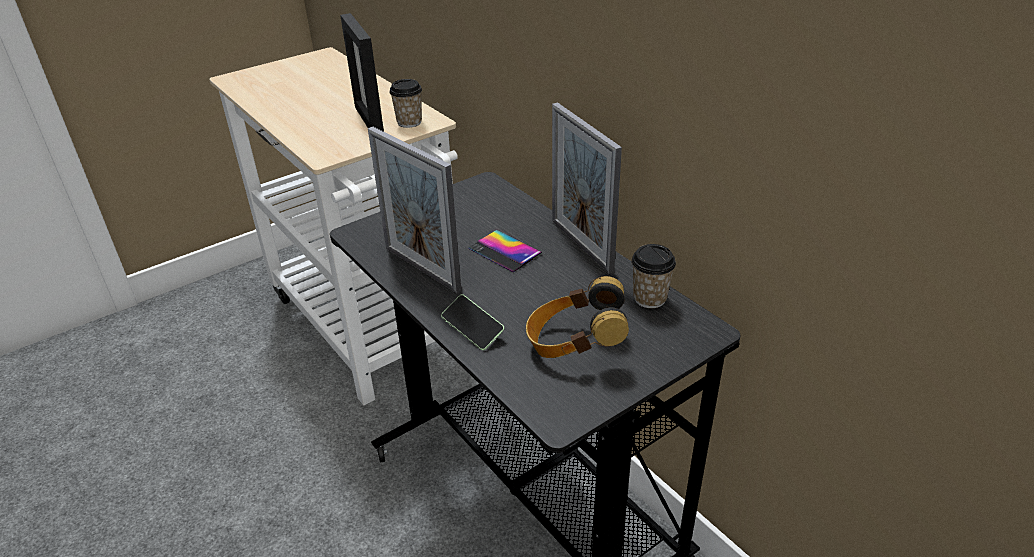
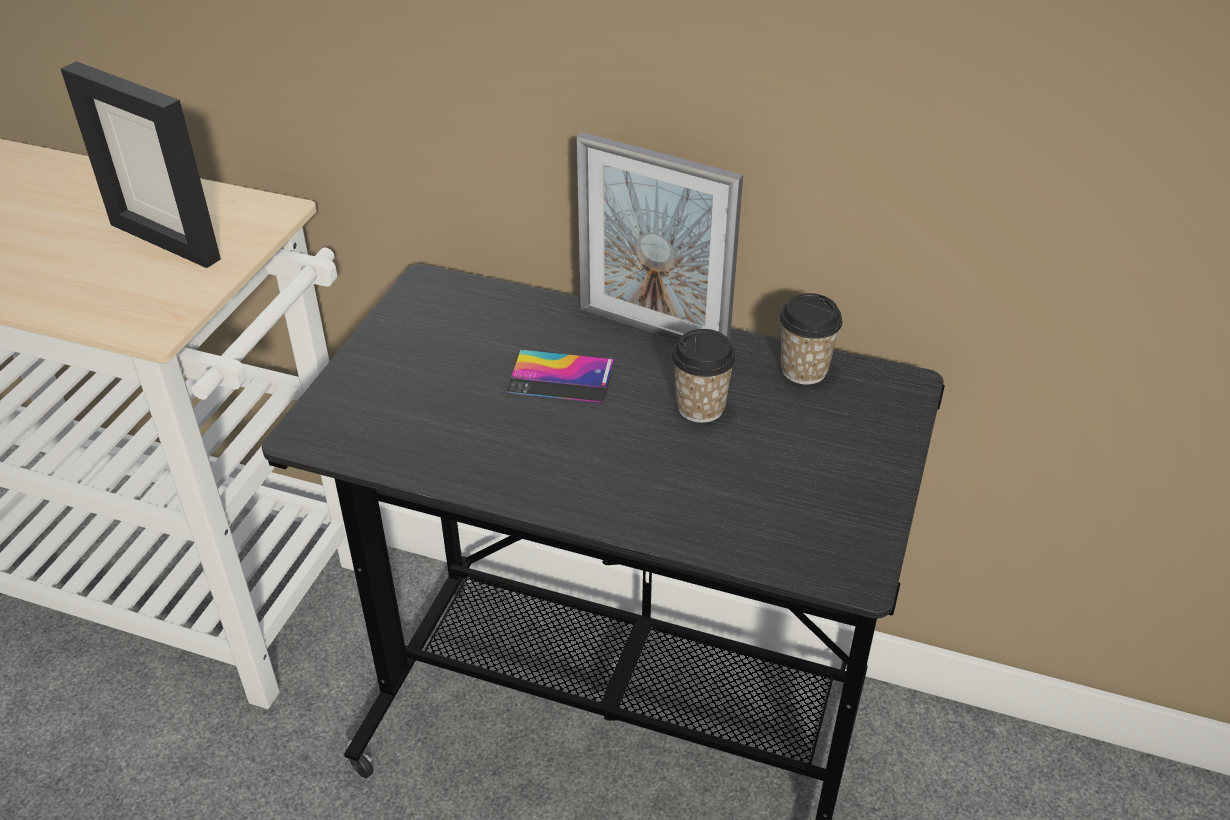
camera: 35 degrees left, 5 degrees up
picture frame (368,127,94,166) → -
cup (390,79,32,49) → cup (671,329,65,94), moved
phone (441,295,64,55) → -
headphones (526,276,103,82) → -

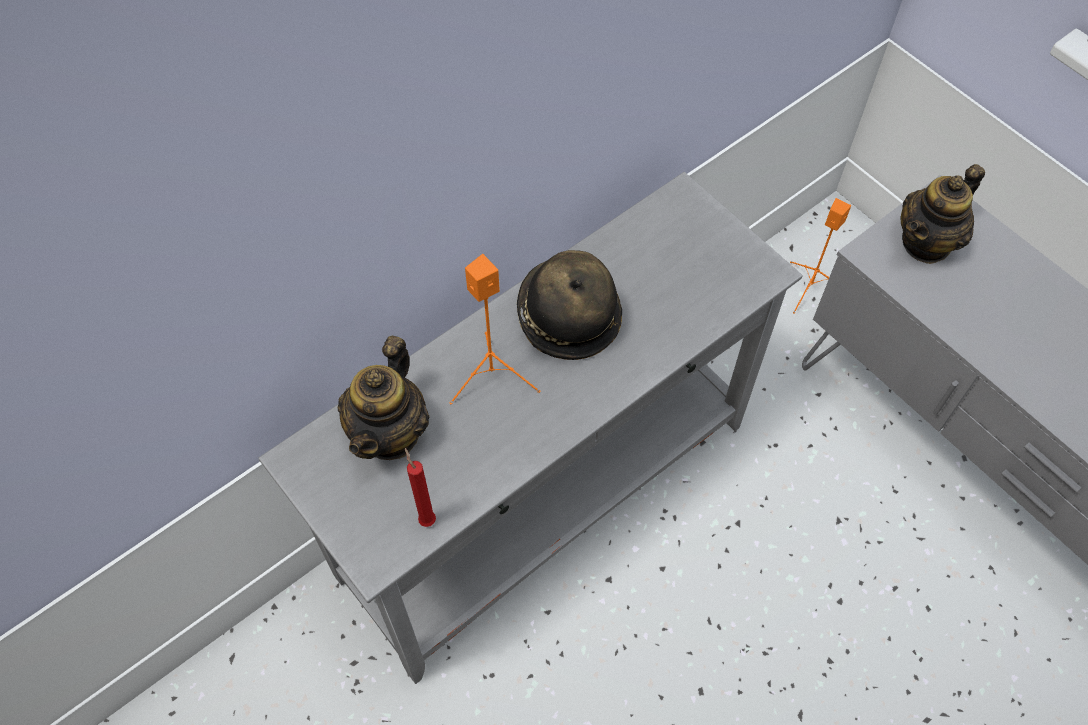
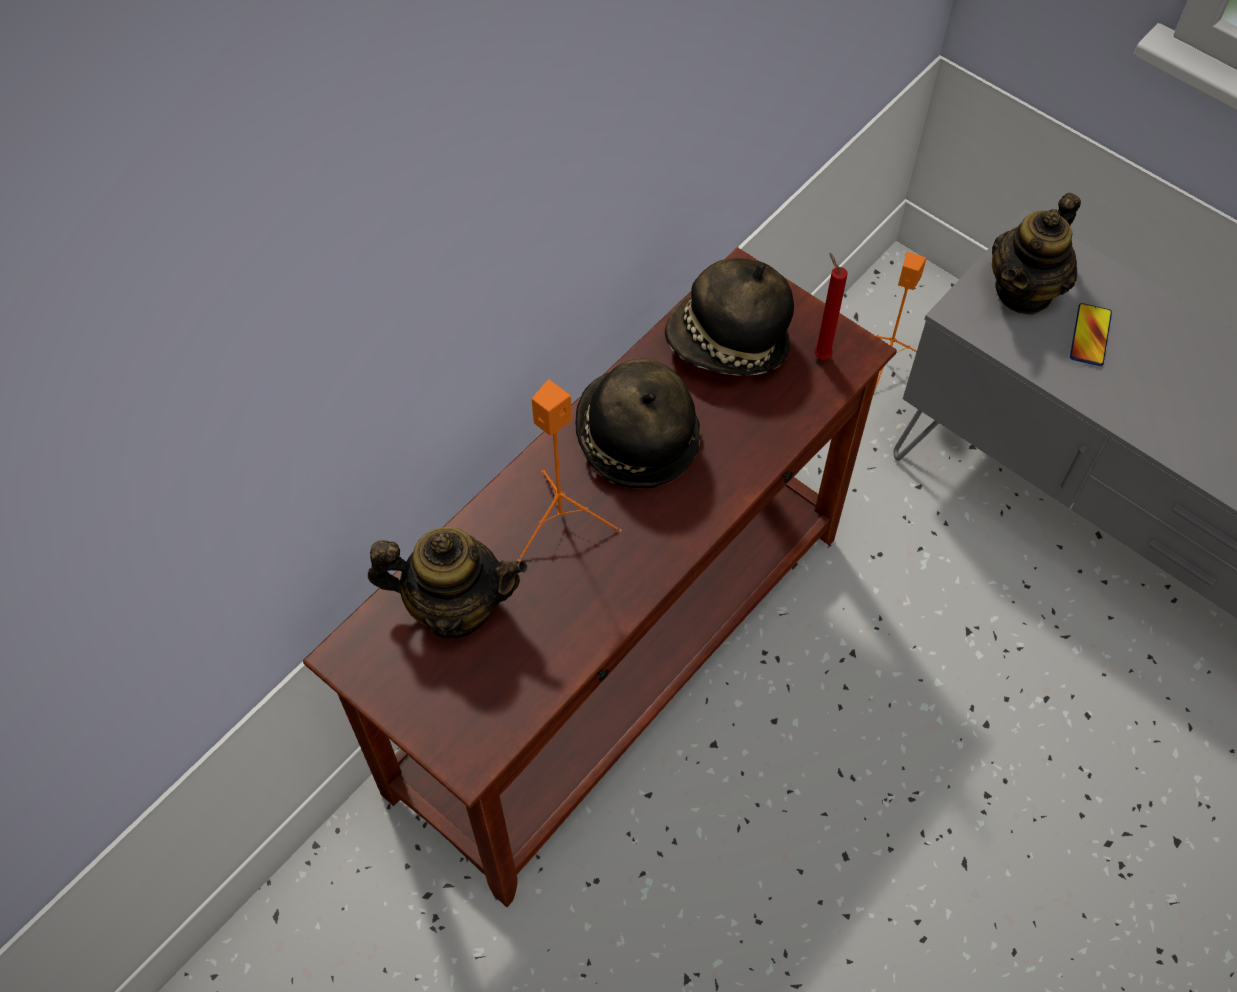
camera: 10 degrees left, 0 degrees up
console table (grey) (259,172,544,512) → console table (brown) (303,247,594,660)
teapot (337,336,92,124) → teapot (368,527,159,111), 90 degrees counterclockwise
candle (red) (405,448,31,79) → candle (red) (814,253,34,107), moved
- → hat (665,258,129,117)
- → phone (1070,303,42,63)

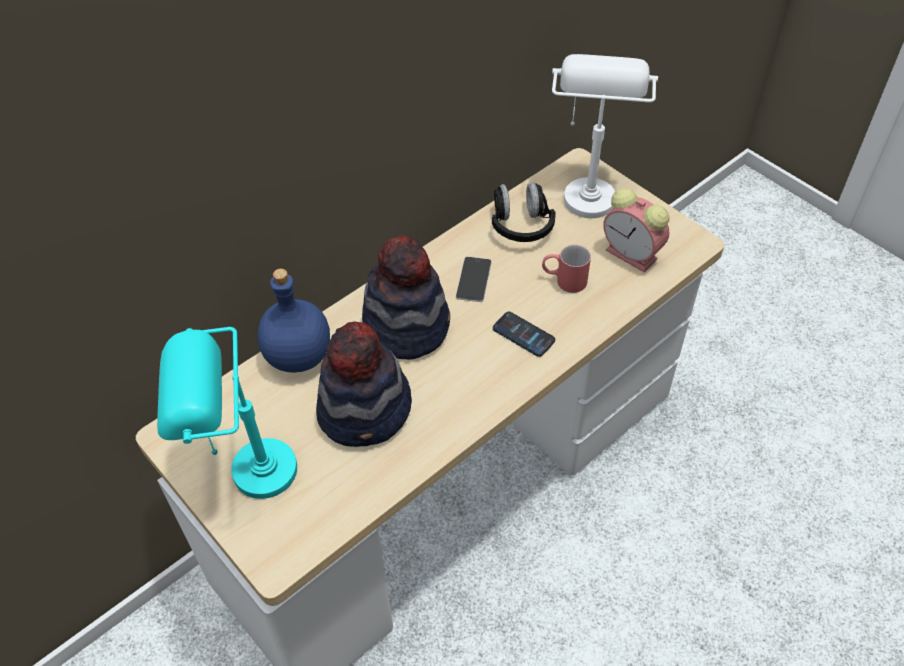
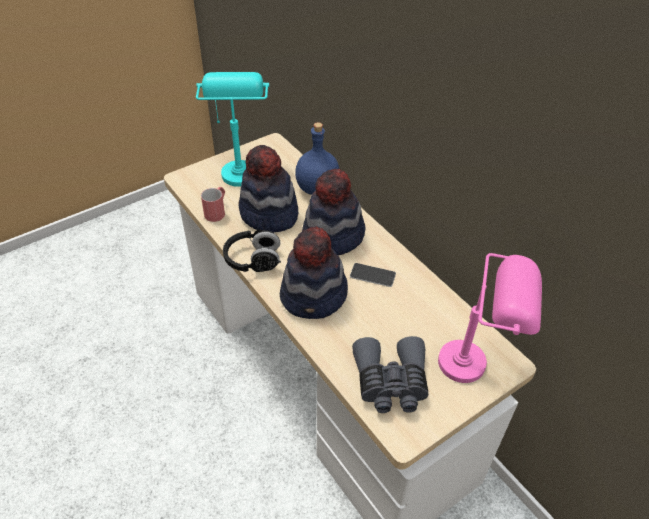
camera: 95 degrees right, 5 degrees down
headphones (black) (492,182,64,60) → headphones (black) (223,230,58,42), moved
phone (493,312,62,45) → hat (280,227,68,92)
mug (red) (542,245,49,48) → mug (red) (201,187,24,35), moved
table lamp (white) (552,54,106,164) → table lamp (pink) (438,253,104,130)
alarm clock (603,188,67,84) → binoculars (grey) (352,336,76,77)

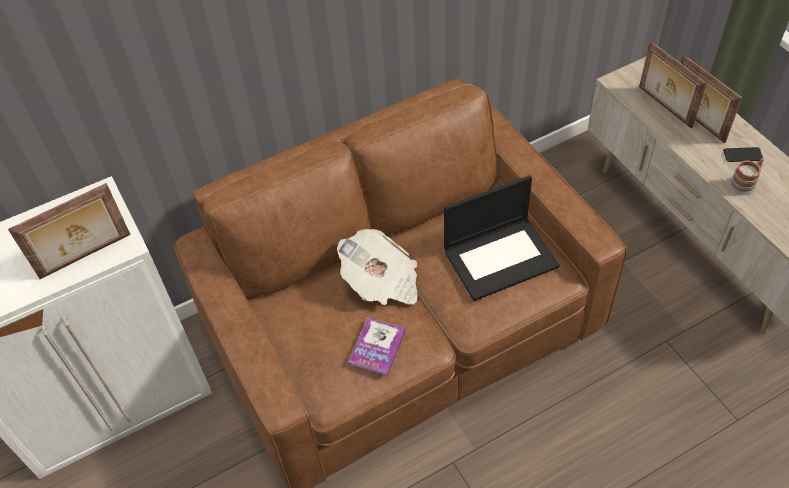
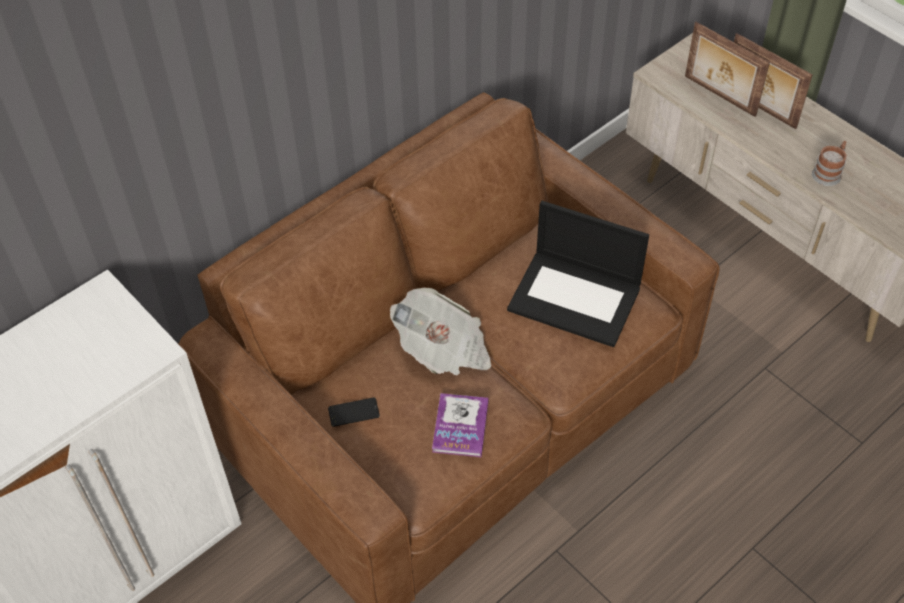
camera: 15 degrees left, 0 degrees up
picture frame (8,183,123,96) → -
laptop (444,175,116,126) → laptop (507,201,142,146), 60 degrees clockwise
phone (723,147,40,15) → phone (328,397,52,30), moved

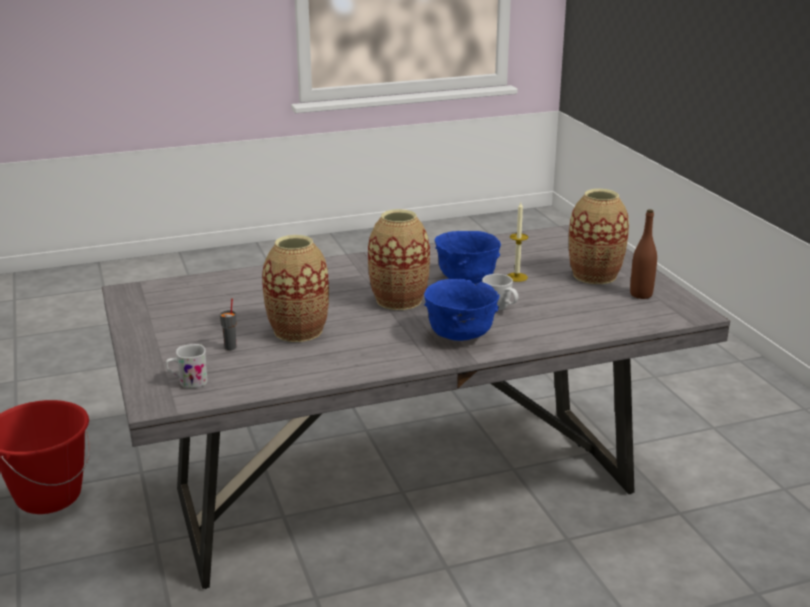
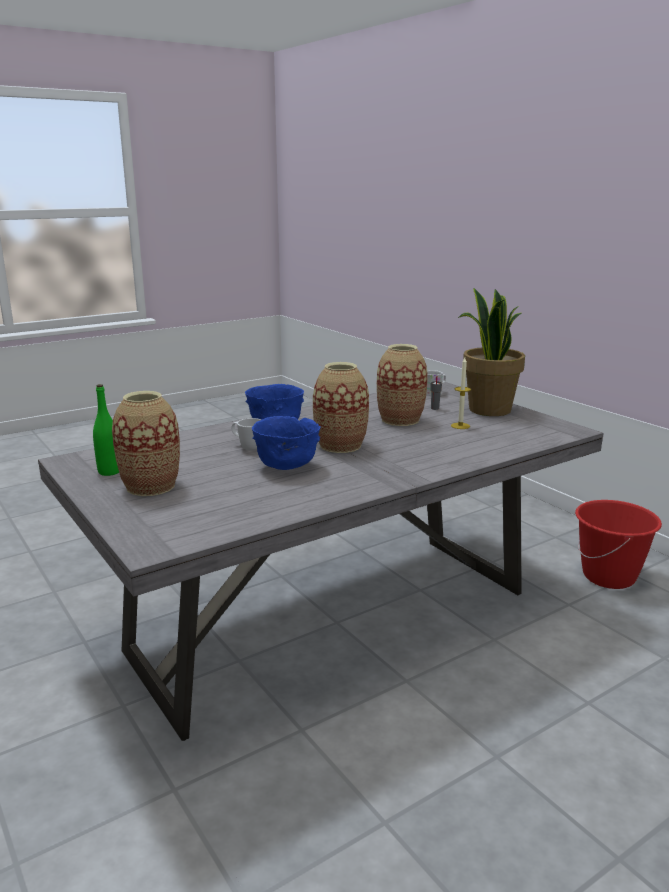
camera: 165 degrees right, 5 degrees down
candle (507,202,21,80) → candle (451,358,20,71), moved
bottle (brown) (630,209,27,90) → bottle (green) (93,384,26,92)
- → potted plant (458,288,67,128)

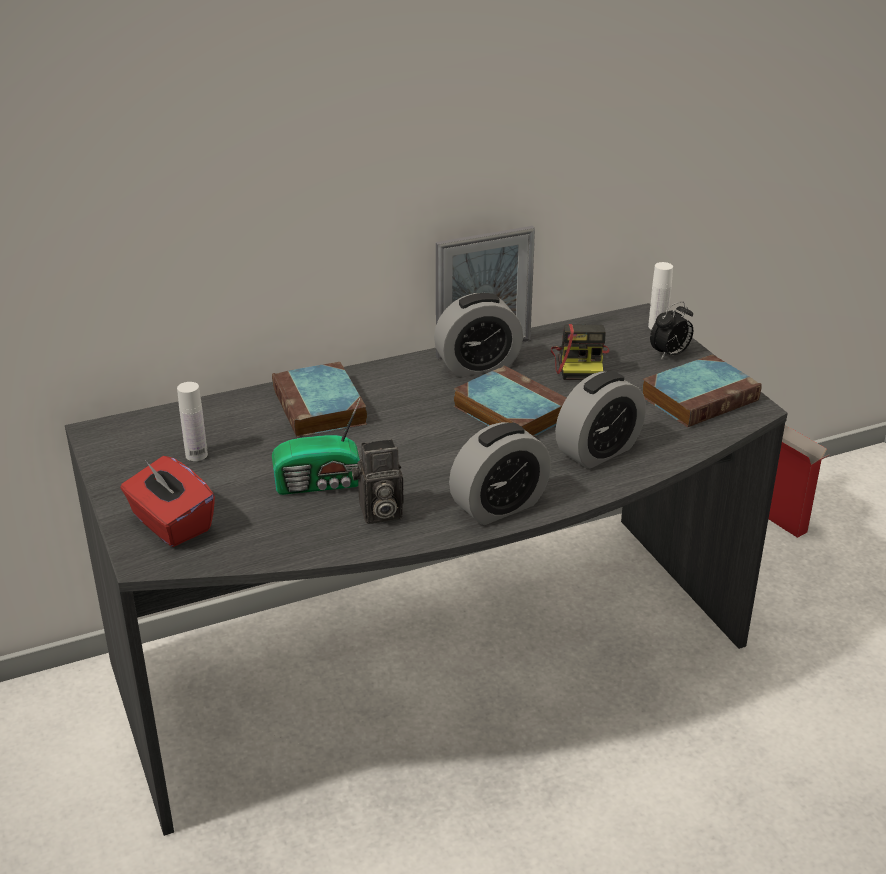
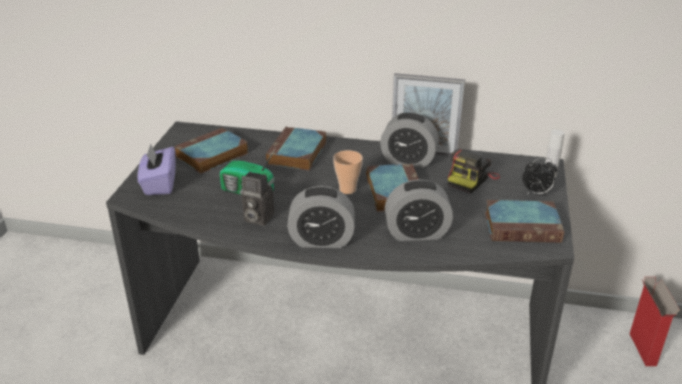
camera: 35 degrees right, 0 degrees up
tissue box (red) (120,456,95,91) → tissue box (purple) (137,143,39,52)
bottle (white) (177,382,31,79) → book (174,127,74,47)
- → cup (333,150,30,44)

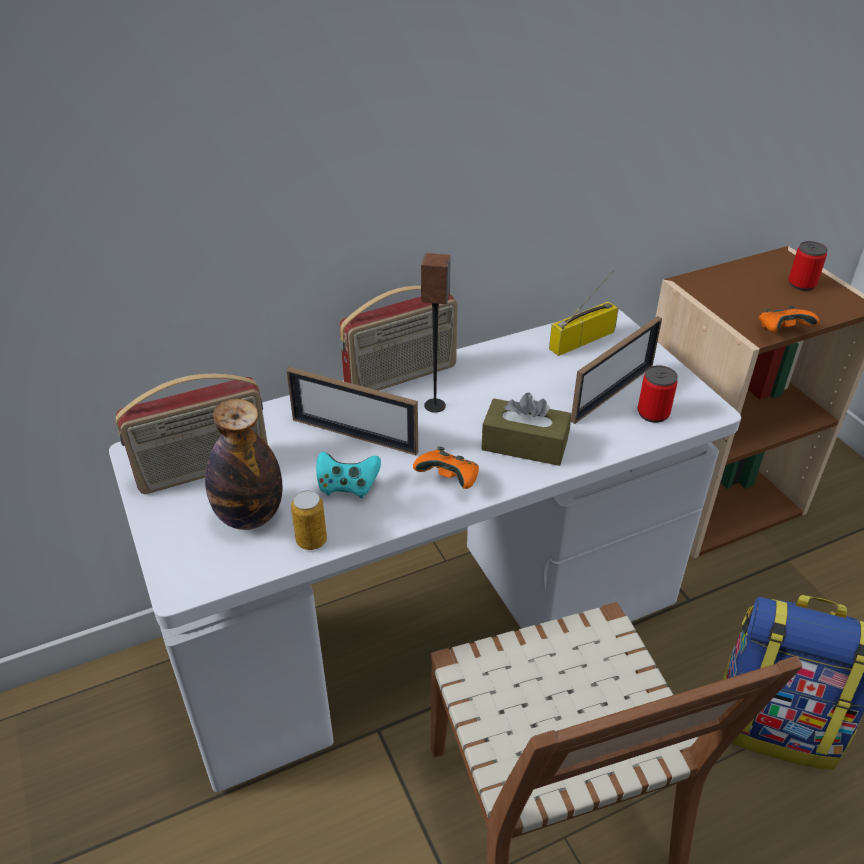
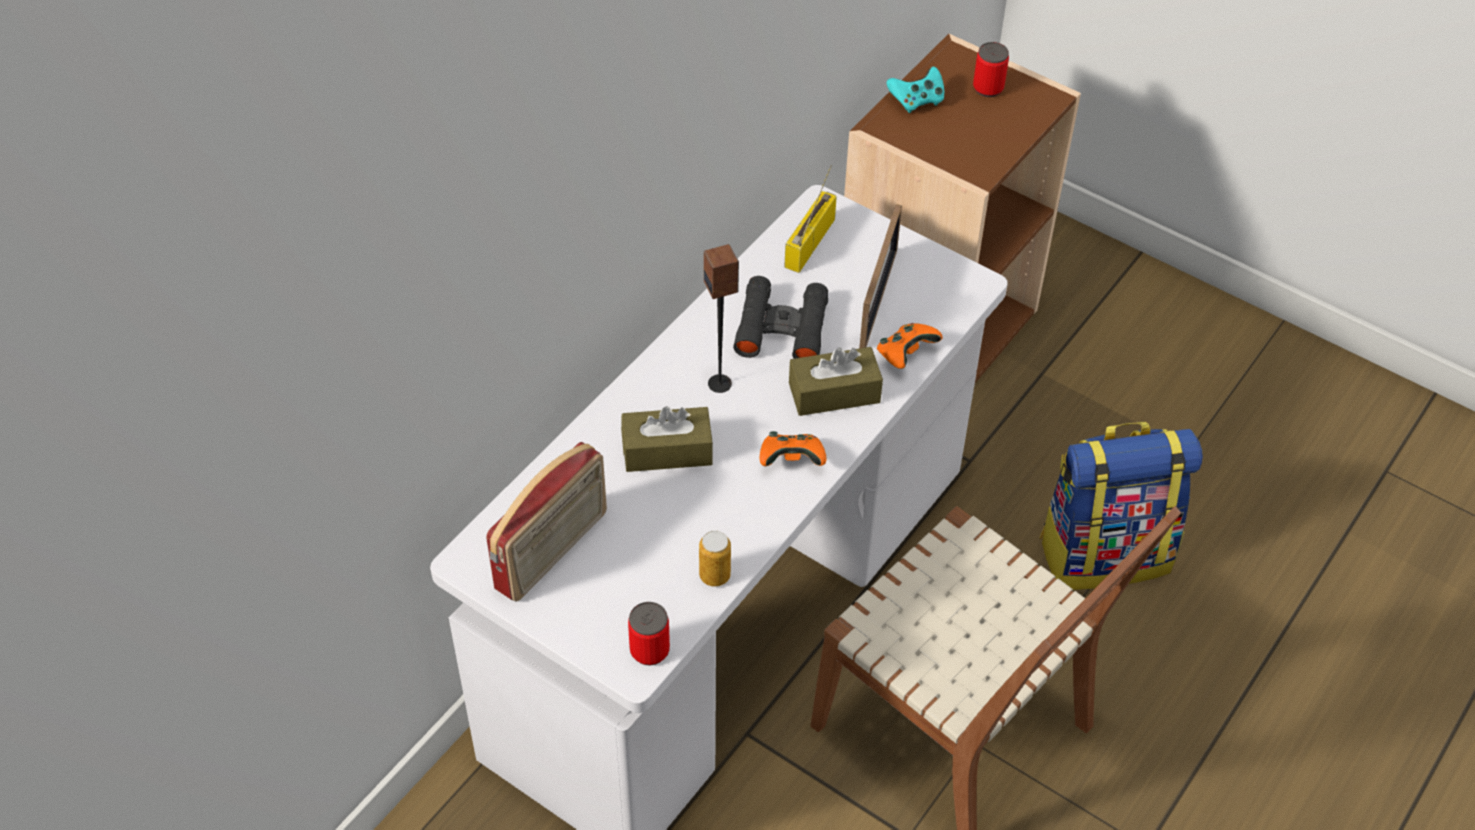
camera: 30 degrees left, 10 degrees up
bottle (205,399,78,131) → -
picture frame (286,367,132,88) → tissue box (brown) (621,406,92,66)
game controller (turquoise) (316,452,65,46) → game controller (turquoise) (887,67,57,46), moved
radio (339,286,119,105) → -
can (637,365,41,58) → can (628,602,42,63), moved
game controller (orange) (759,306,61,26) → game controller (orange) (877,323,66,46), moved
- → binoculars (black) (733,276,95,83)

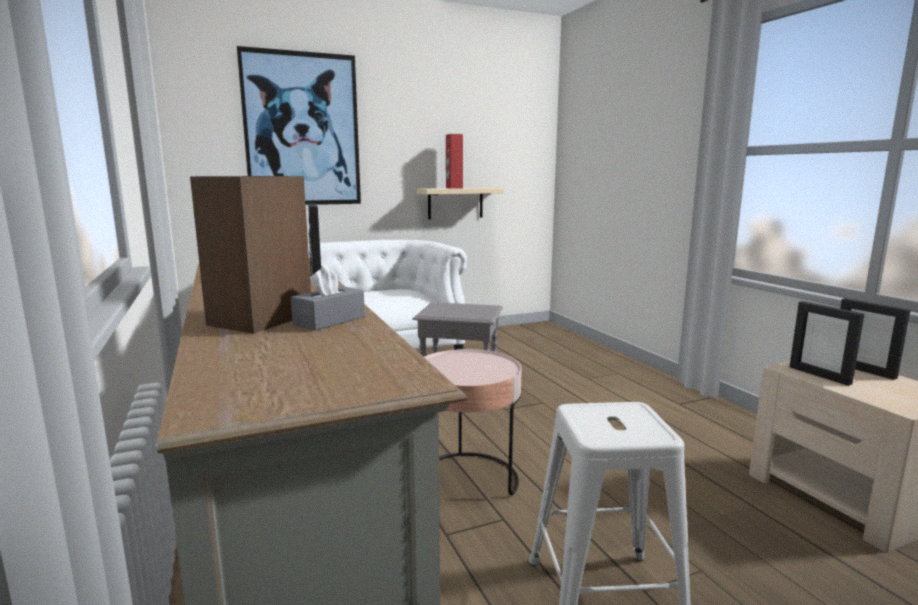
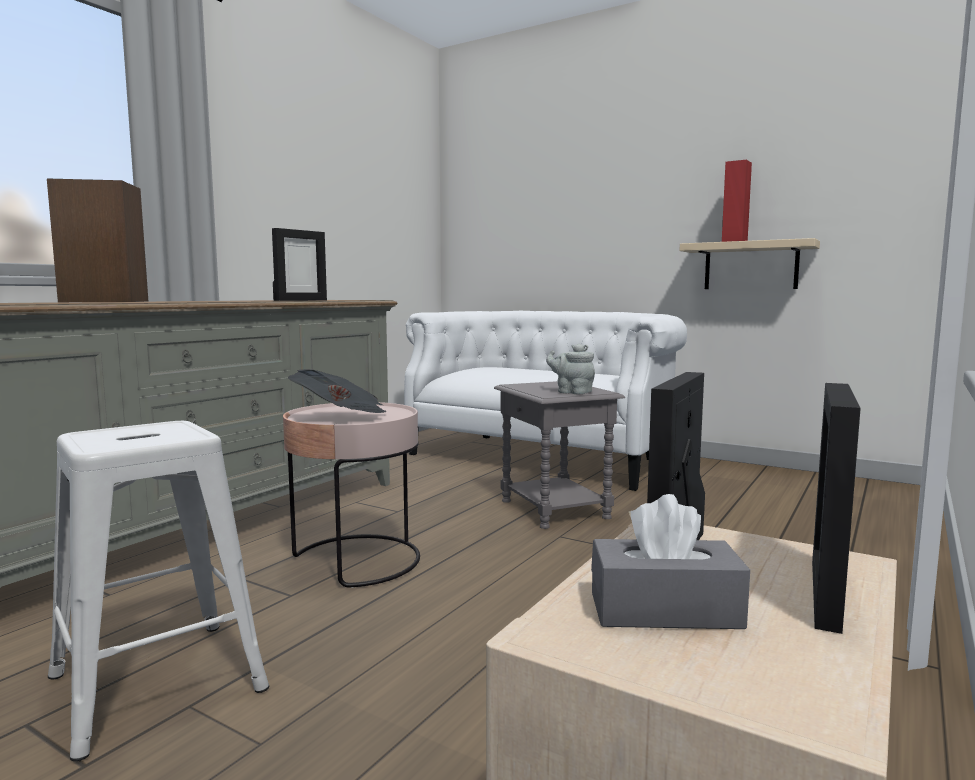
camera: 55 degrees right, 5 degrees down
picture (237,46,124,159) → -
tissue box (grey) (291,266,74,64) → tissue box (grey) (591,494,159,135), moved
- → newspaper (288,369,99,44)
- → teapot (grey) (546,344,49,50)

